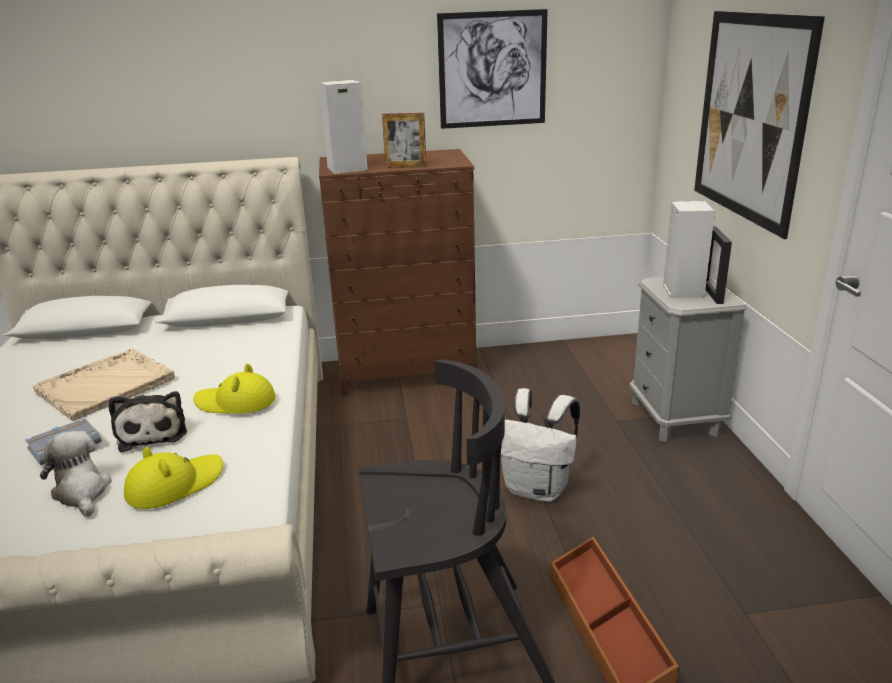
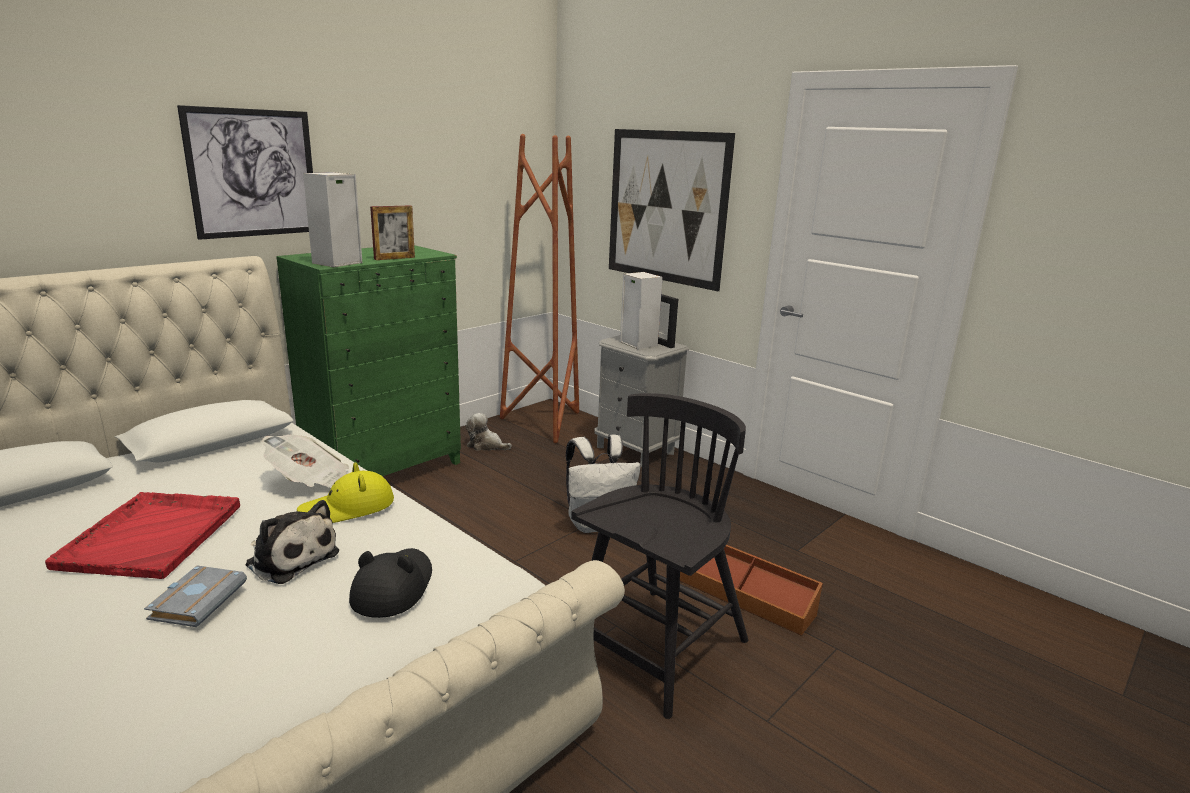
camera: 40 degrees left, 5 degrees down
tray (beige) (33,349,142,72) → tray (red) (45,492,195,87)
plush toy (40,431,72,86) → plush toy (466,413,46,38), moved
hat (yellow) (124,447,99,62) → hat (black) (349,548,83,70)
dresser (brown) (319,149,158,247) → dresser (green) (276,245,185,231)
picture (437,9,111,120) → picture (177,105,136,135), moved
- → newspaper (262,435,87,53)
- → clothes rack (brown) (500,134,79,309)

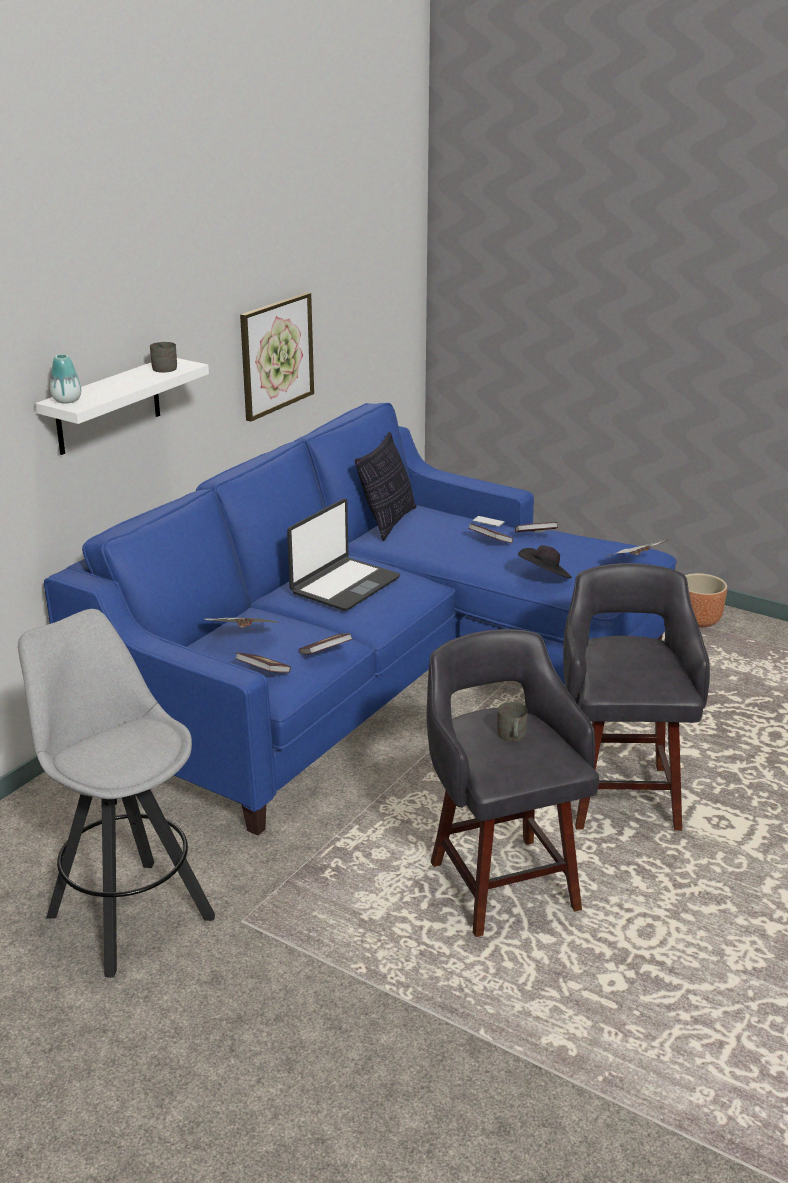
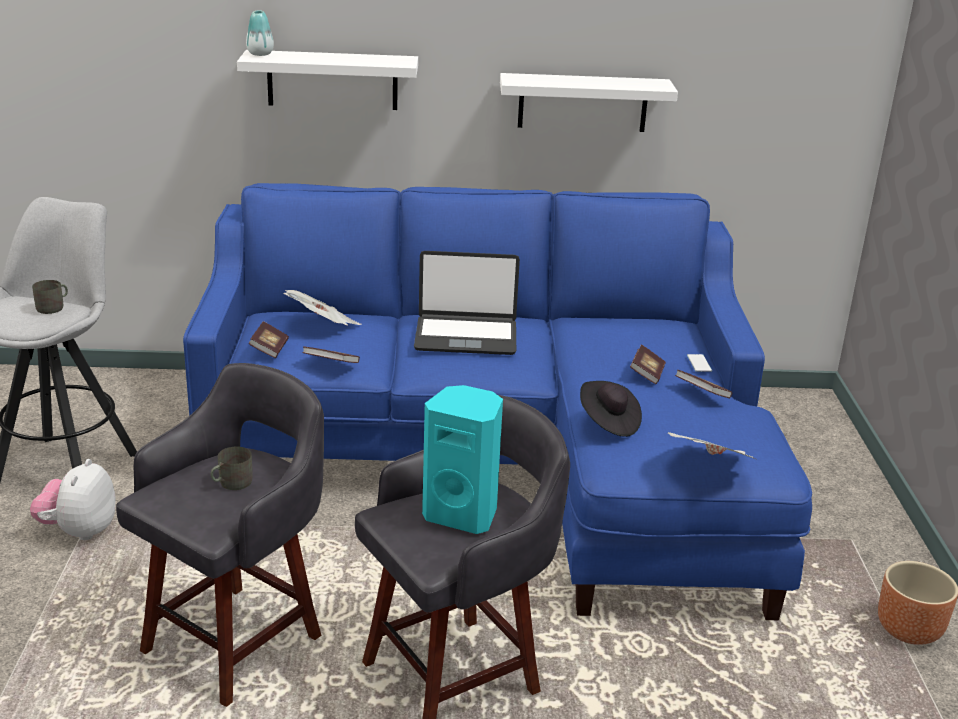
camera: 55 degrees right, 0 degrees up
mug (grey) (150,342,27,30) → mug (grey) (32,280,36,34), moved
picture (240,292,74,130) → shelf (white) (500,73,178,59)
pillow (355,432,62,110) → -
- → plush toy (30,459,86,81)
- → speaker (turquoise) (422,385,81,149)

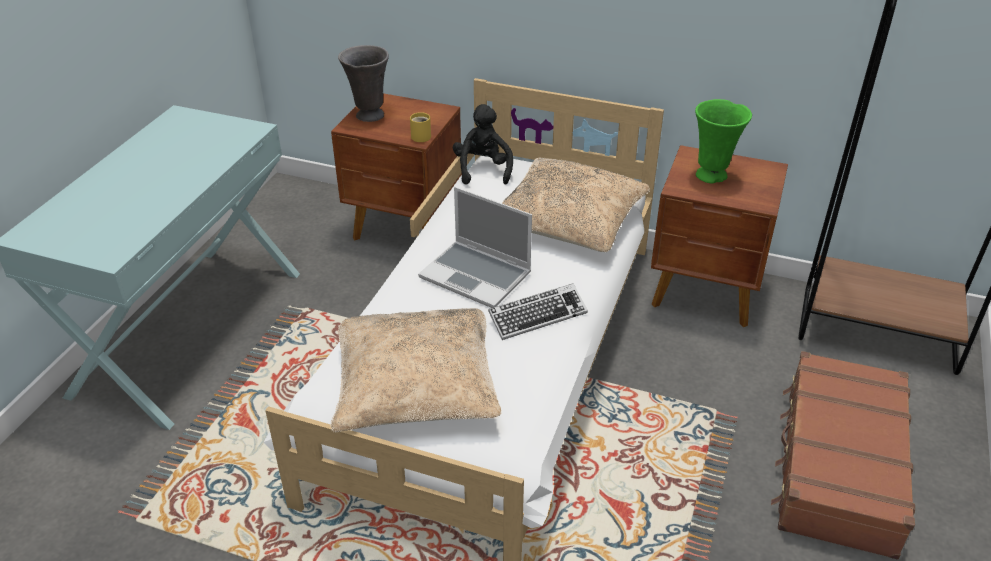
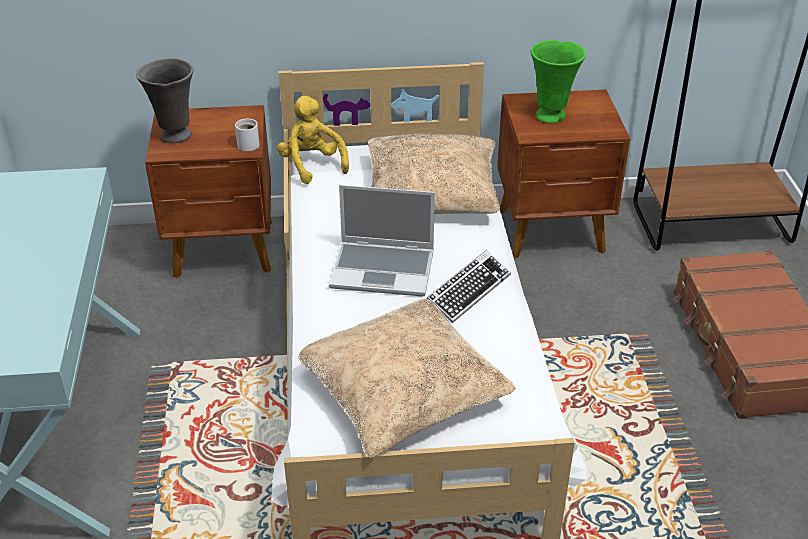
camera: 25 degrees left, 0 degrees up
mug (yellow) (410,112,21,30) → mug (white) (235,119,25,32)
plush toy (black) (453,104,60,81) → plush toy (yellow) (277,96,72,88)

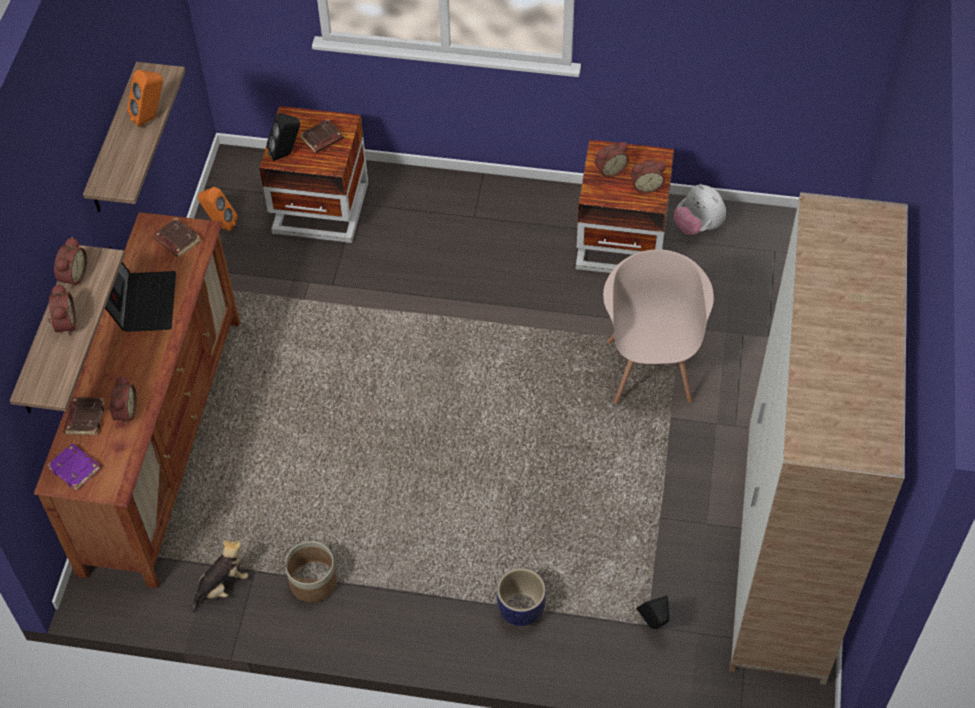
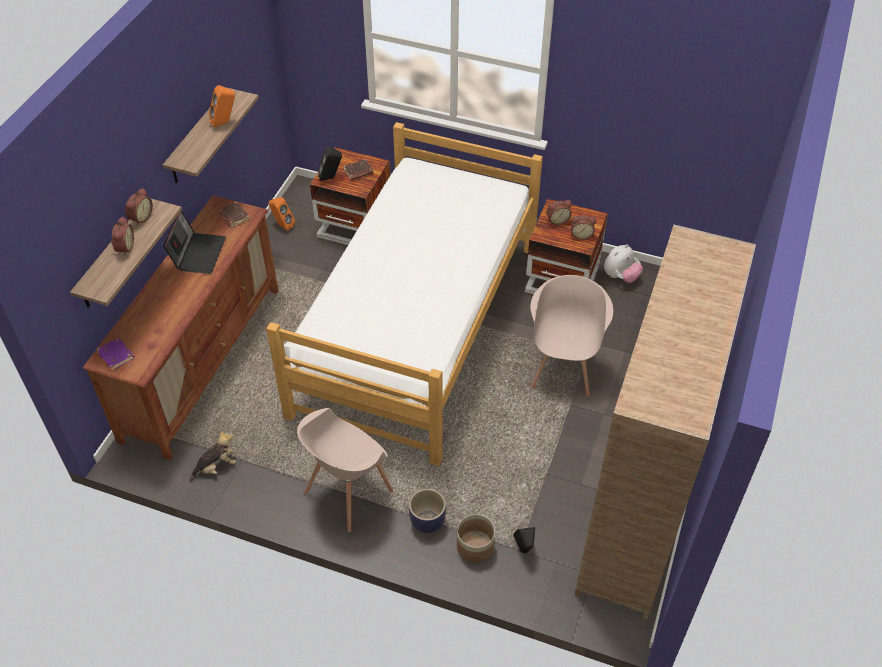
camera: 10 degrees right, 5 degrees down
book (brown) (63,397,42,38) → -
alarm clock (108,375,29,50) → -
planter (285,541,52,61) → planter (457,514,38,49), moved
plush toy (674,184,52,51) → plush toy (604,244,39,39), 105 degrees counterclockwise
- → bed (266,122,277,344)
- → chair (beige) (297,408,96,124)

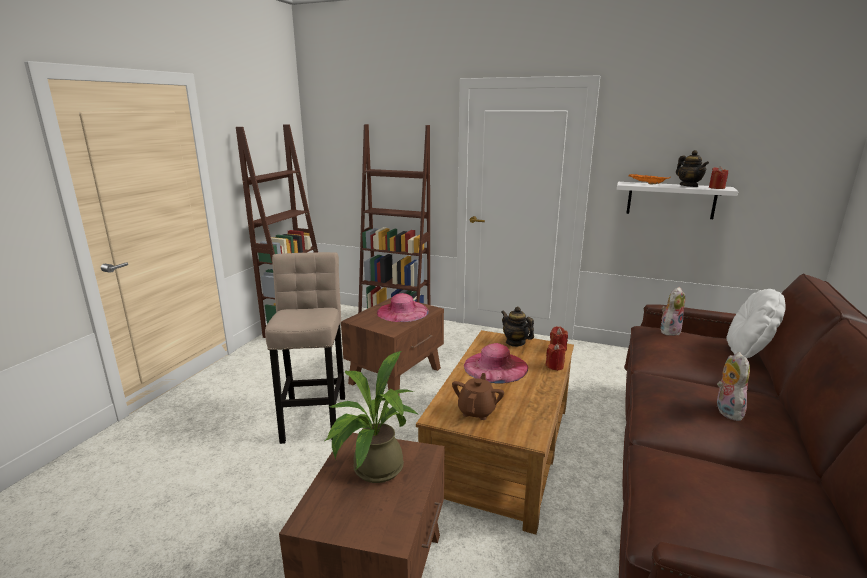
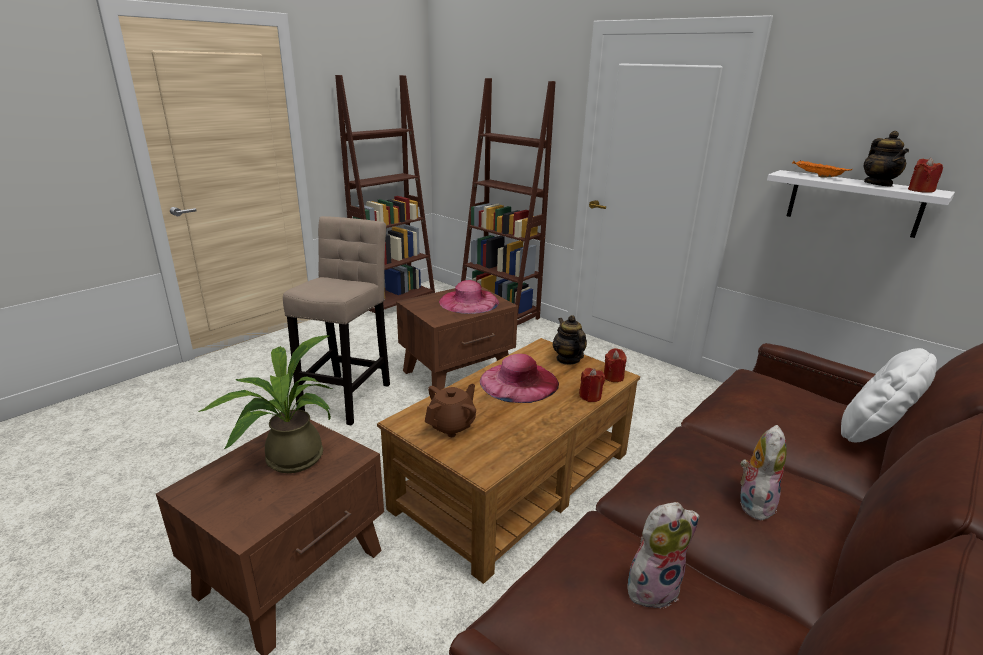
camera: 20 degrees right, 5 degrees up
plush toy (661,287,25,49) → plush toy (627,502,73,107), moved

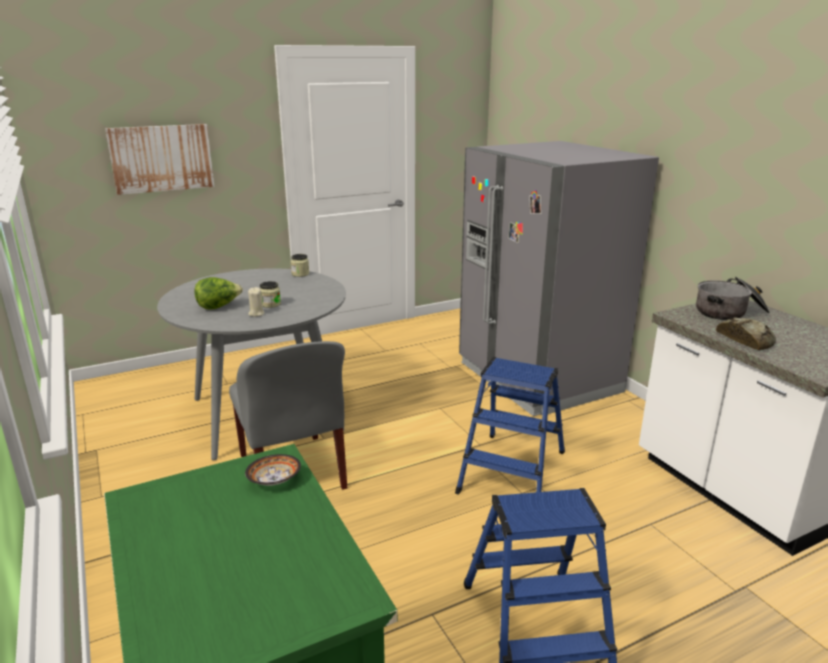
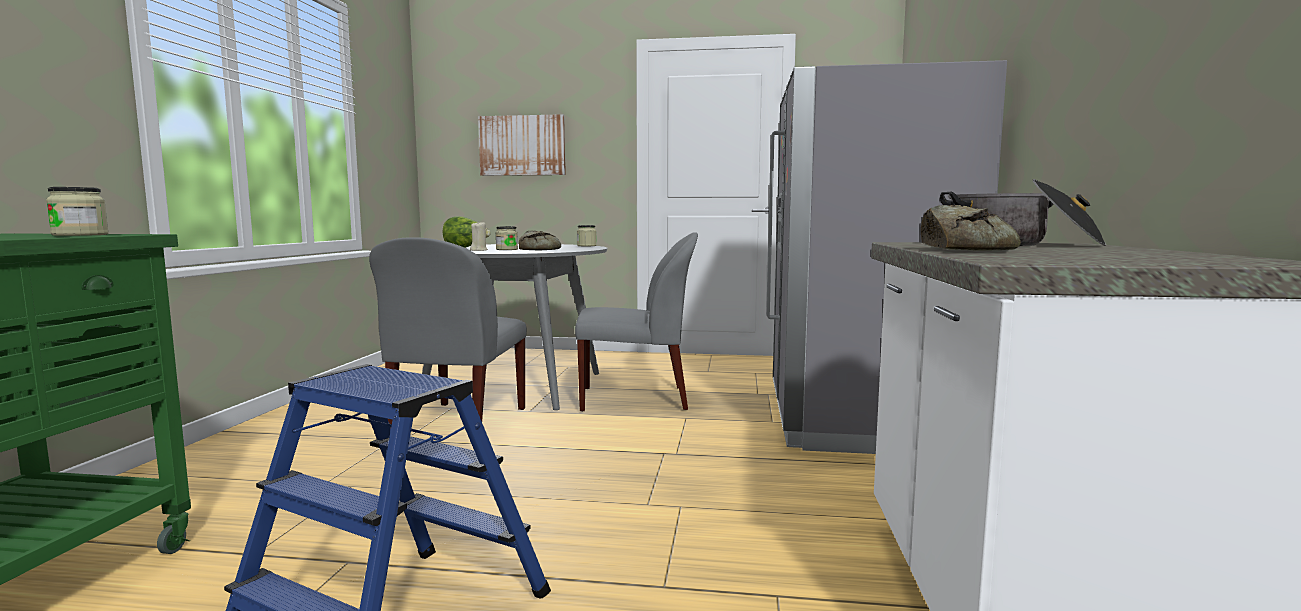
camera: 35 degrees right, 15 degrees down
bowl (245,454,56,32) → jar (46,187,63,49)
step ladder (blue) (455,357,110,138) → -
- → bread (519,231,42,19)
- → chair (grey) (575,232,123,180)

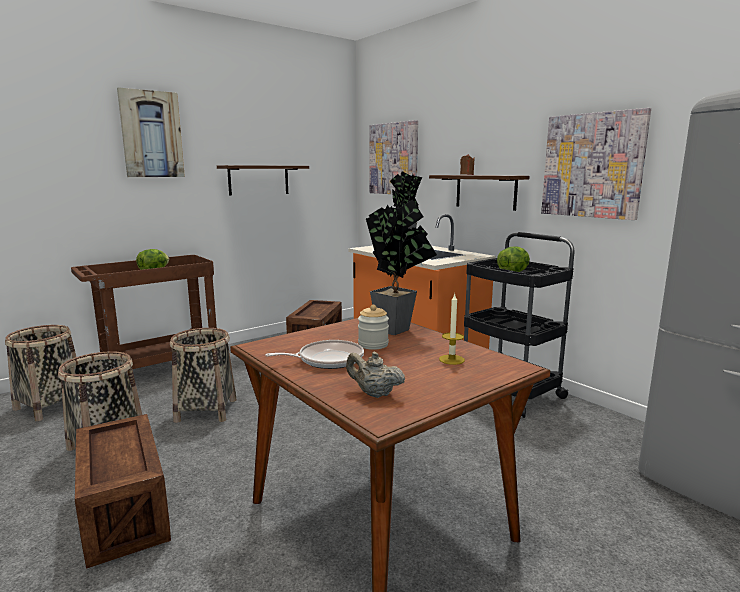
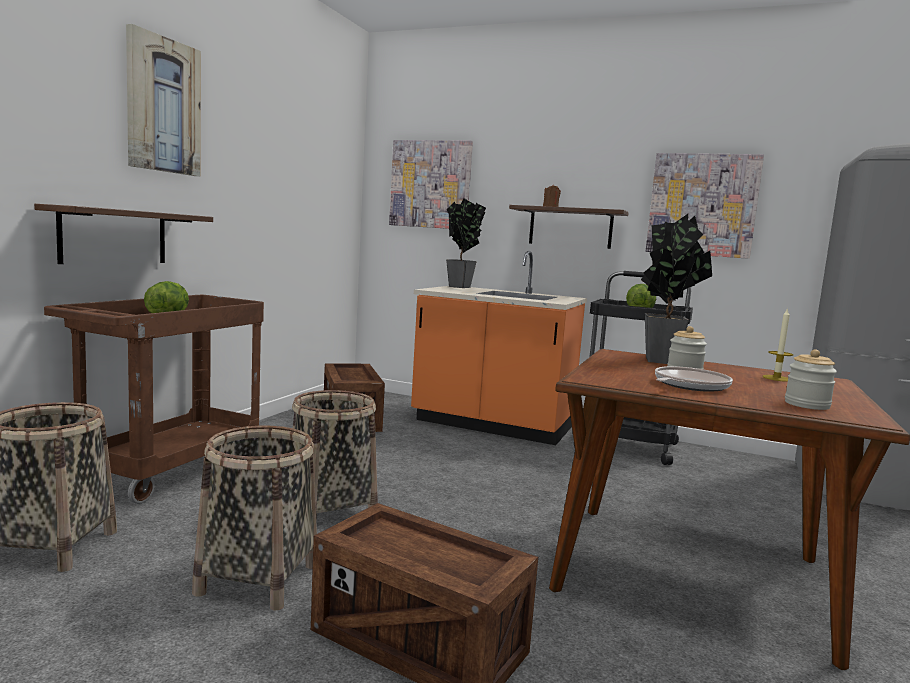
camera: 30 degrees left, 5 degrees down
shelf (217,165,92,31) → shelf (34,204,179,60), moved
teapot (beige) (346,352,59,46) → jar (785,349,52,61)

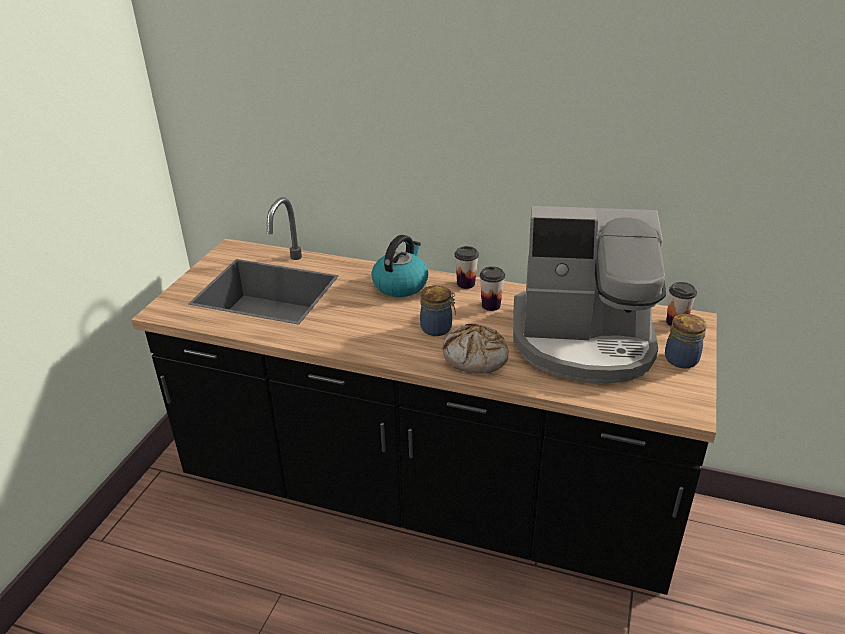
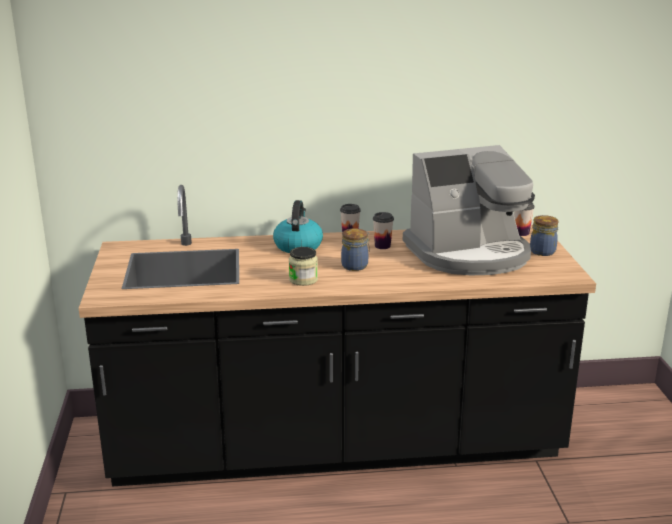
camera: 25 degrees left, 10 degrees down
bread (443,324,65,50) → -
- → jar (289,247,29,39)

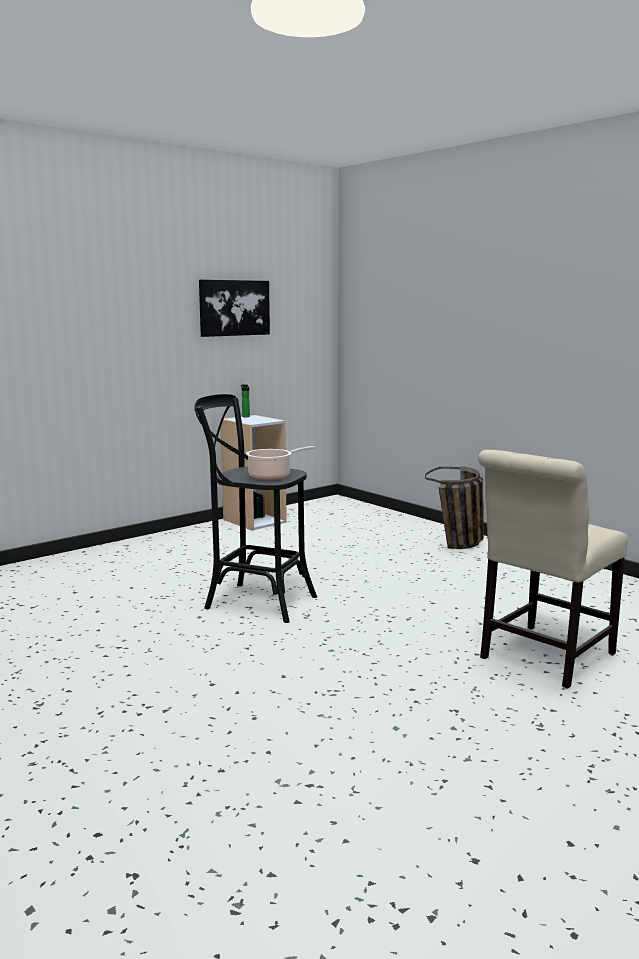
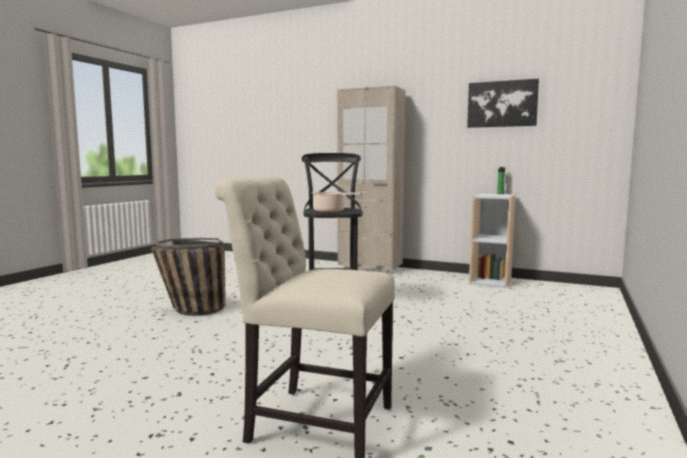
camera: 65 degrees right, 5 degrees down
basket (425,466,59,83) → basket (151,238,75,78), moved
- → cabinet (beige) (337,85,69,189)

